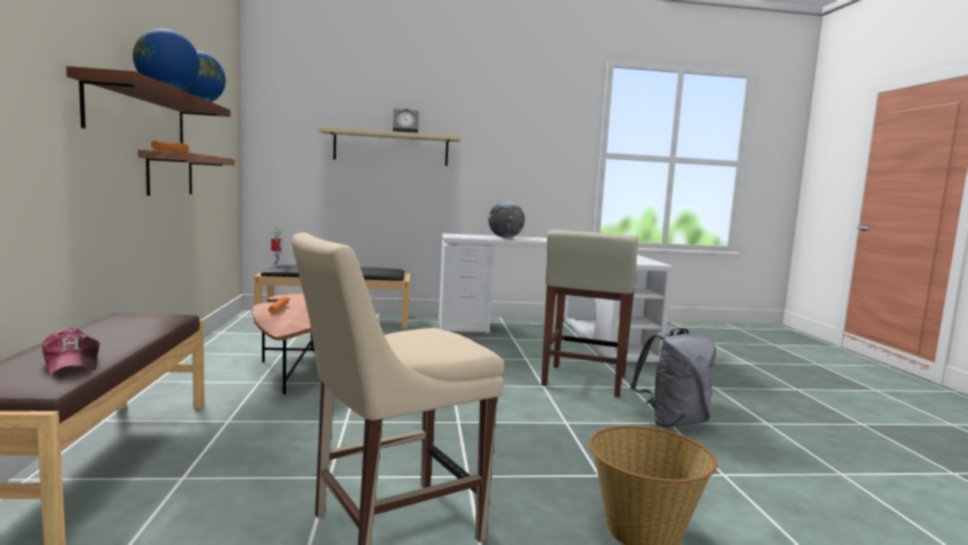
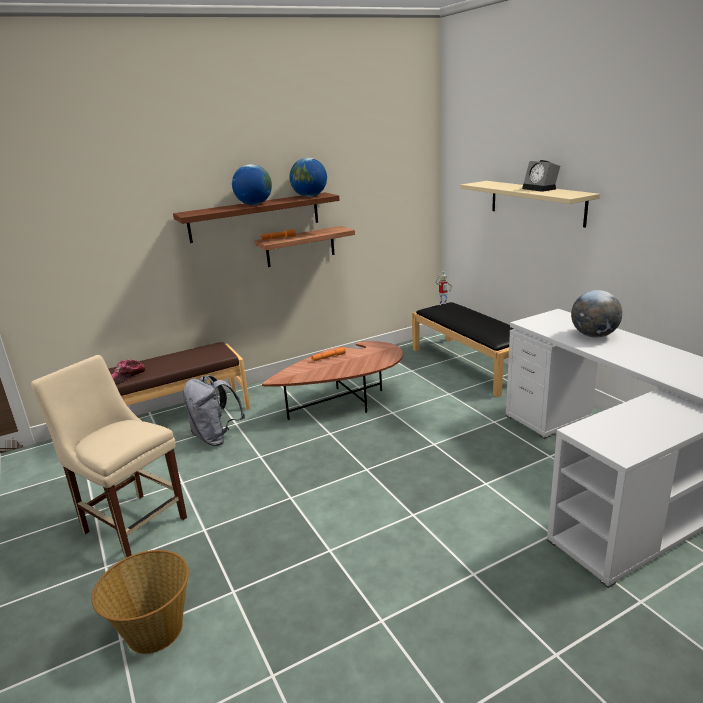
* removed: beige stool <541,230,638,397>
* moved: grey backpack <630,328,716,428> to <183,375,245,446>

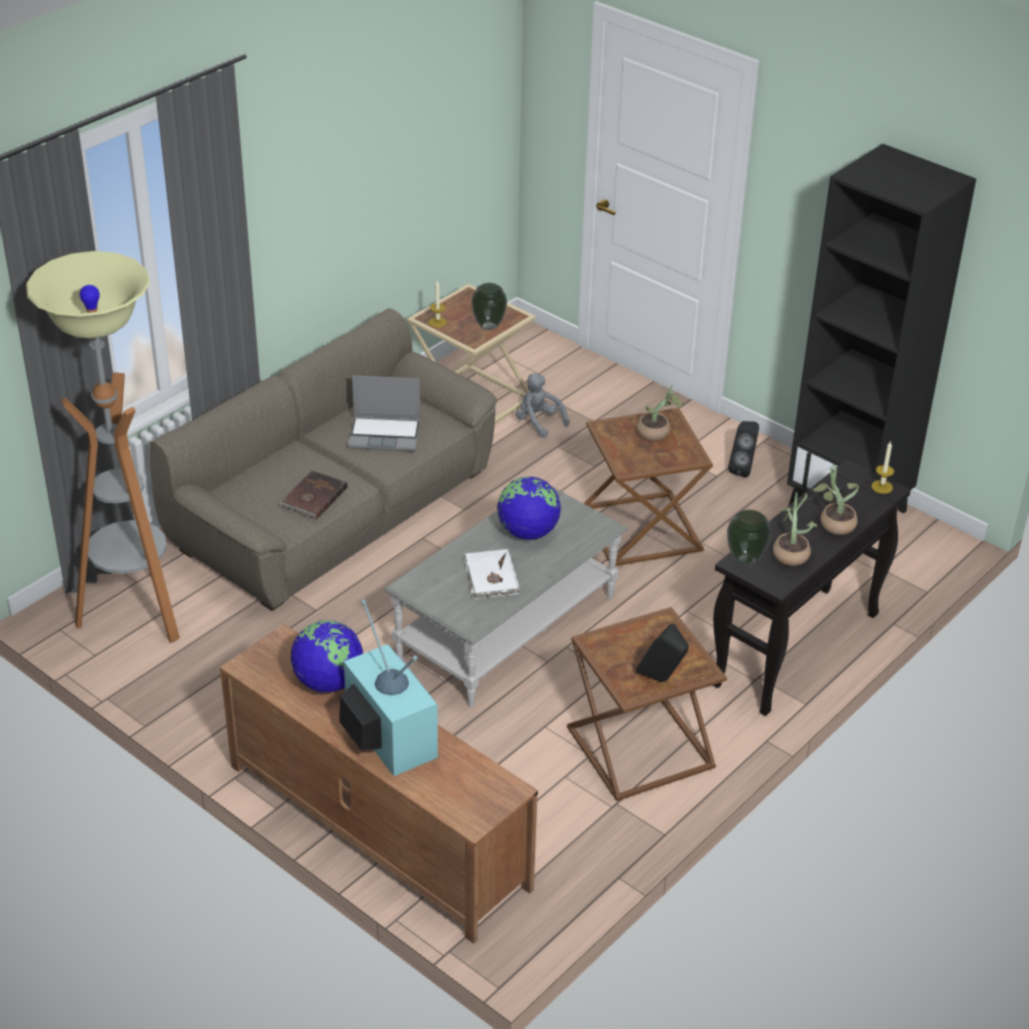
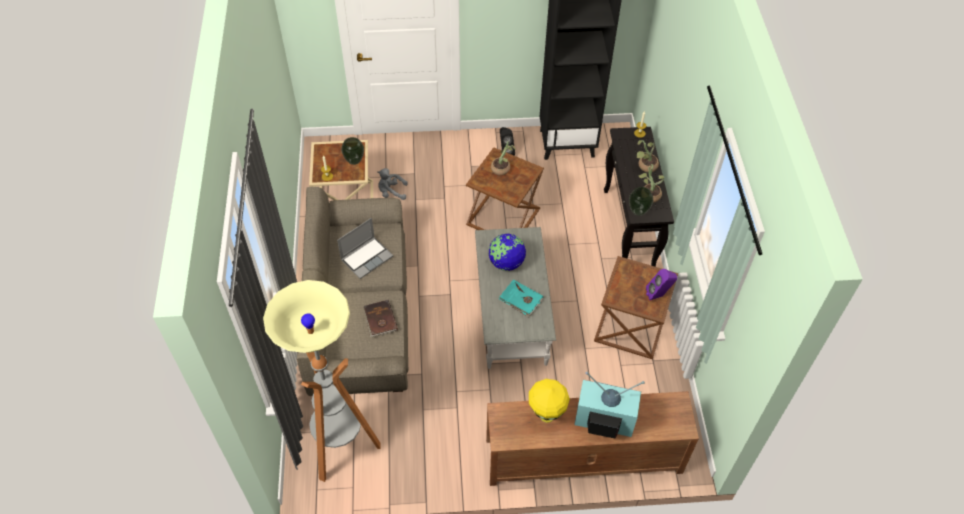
* recoloured: white book <464,549,520,599> to turquoise book <499,280,543,317>
* replaced: globe <291,620,363,692> to yellow table lamp <529,379,570,423>
* recoloured: black speaker <636,624,689,682> to purple speaker <646,269,677,300>

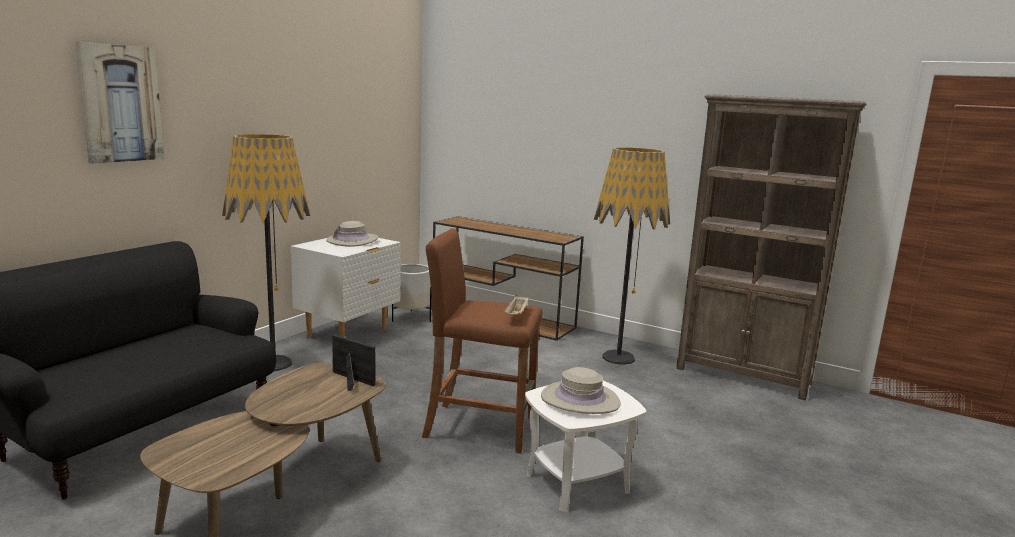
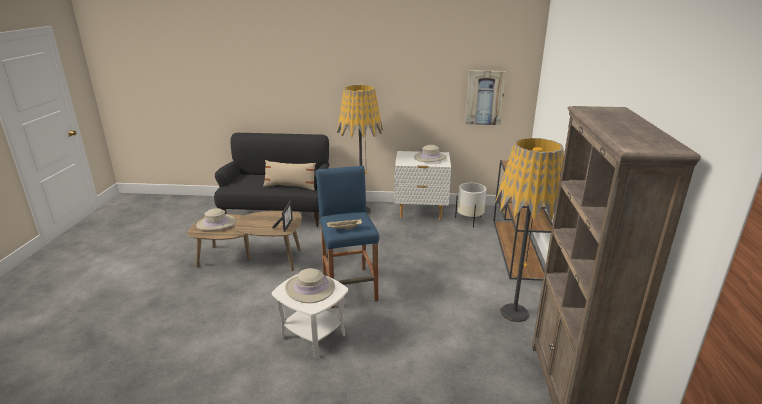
* moved: picture <75,42,165,164> to <465,70,506,125>
* recoloured: brown stool <422,228,543,453> to blue stool <315,166,379,308>
* added: beige pillow <263,160,316,190>
* added: beige hat <196,208,236,231>

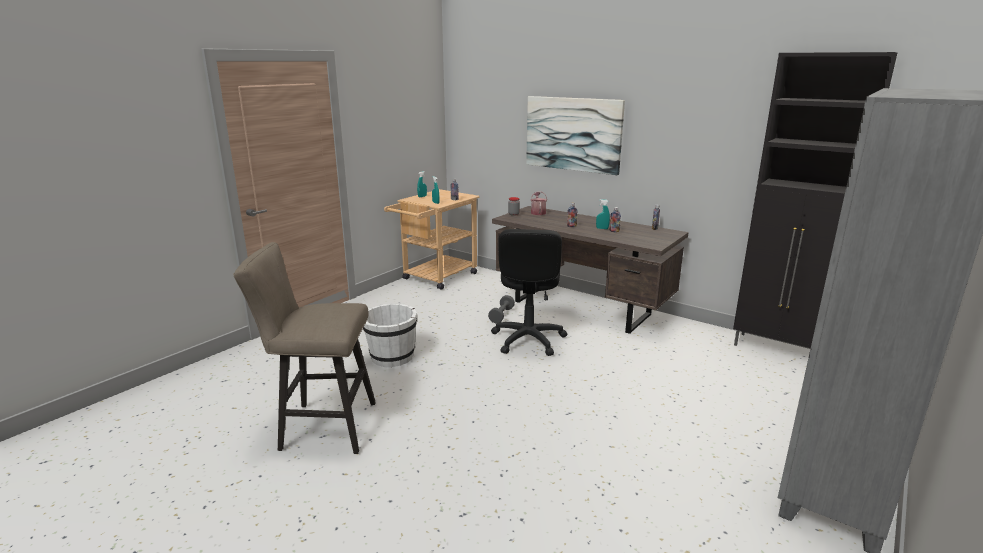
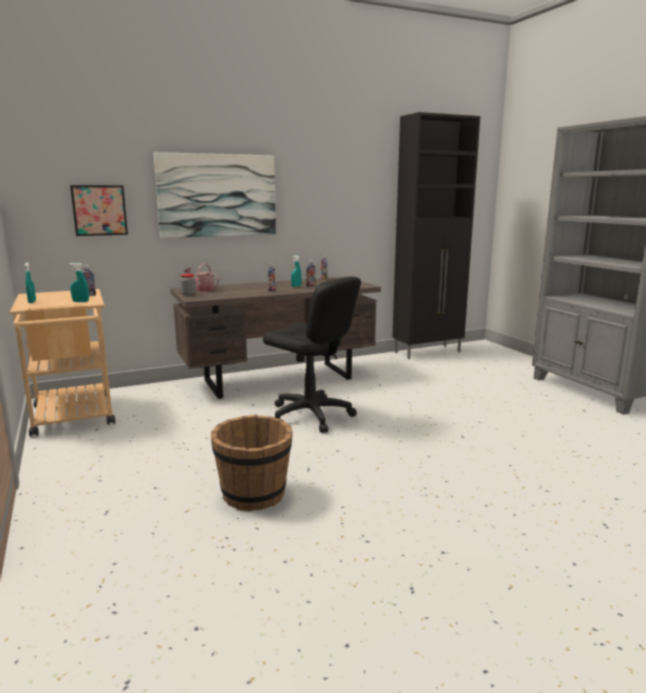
* removed: beige stool <233,242,376,454>
* removed: grey dumbbell <488,295,515,323>
* recoloured: white bucket <363,303,417,368> to brown bucket <211,415,293,511>
* added: picture <70,185,128,236>

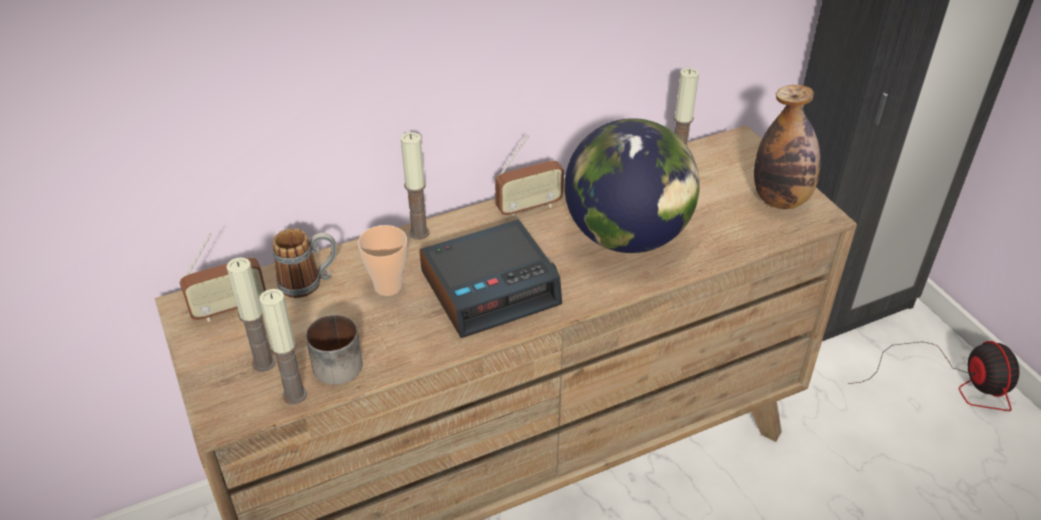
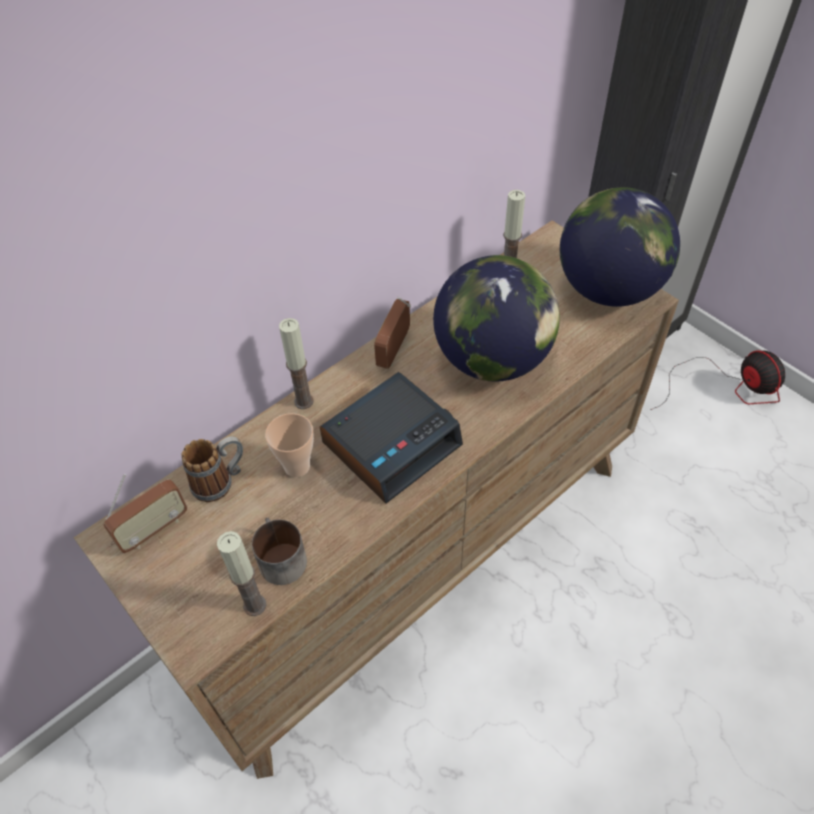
* replaced: bottle <754,85,821,209> to globe <560,187,680,307>
* turned: radio <495,135,564,218> = <374,297,411,369> 150 degrees clockwise
* removed: candle <226,257,276,372>

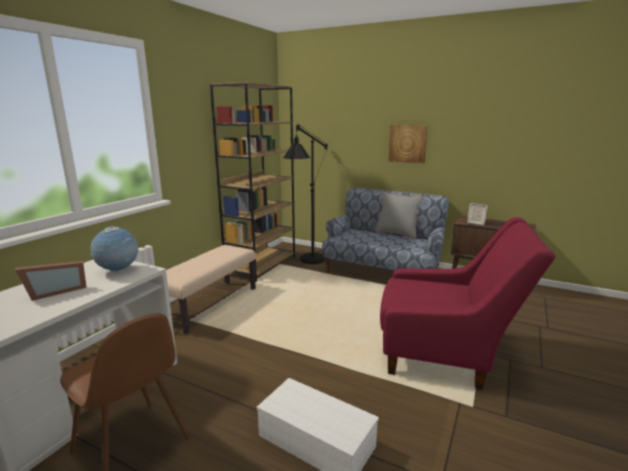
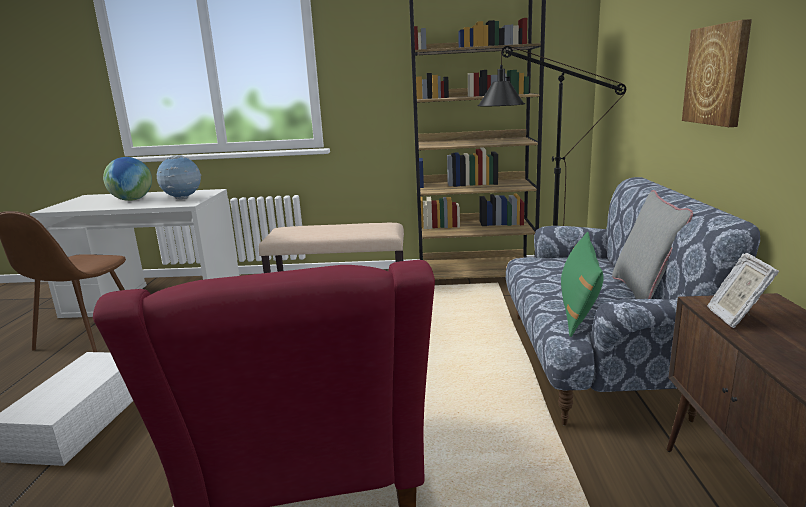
* replaced: picture frame <15,261,87,301> to globe <103,157,152,201>
* added: green pillow <561,232,604,337>

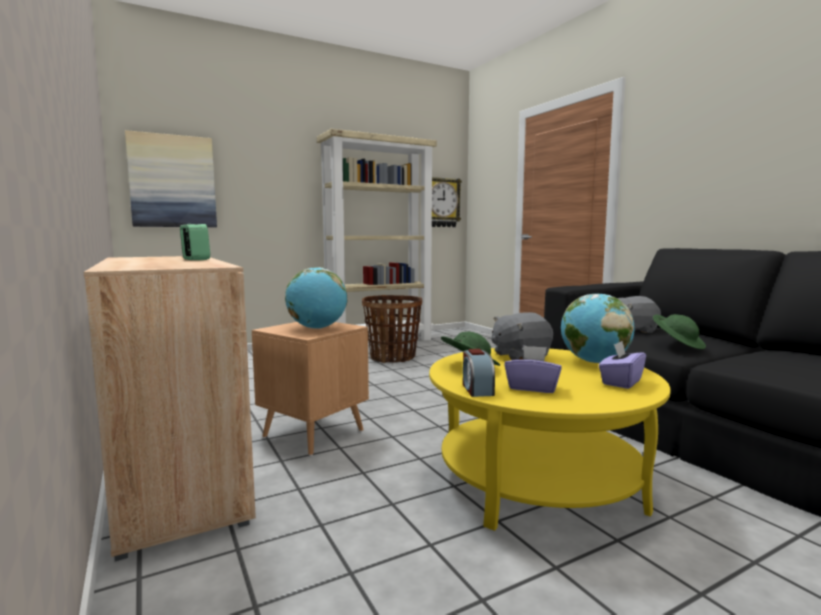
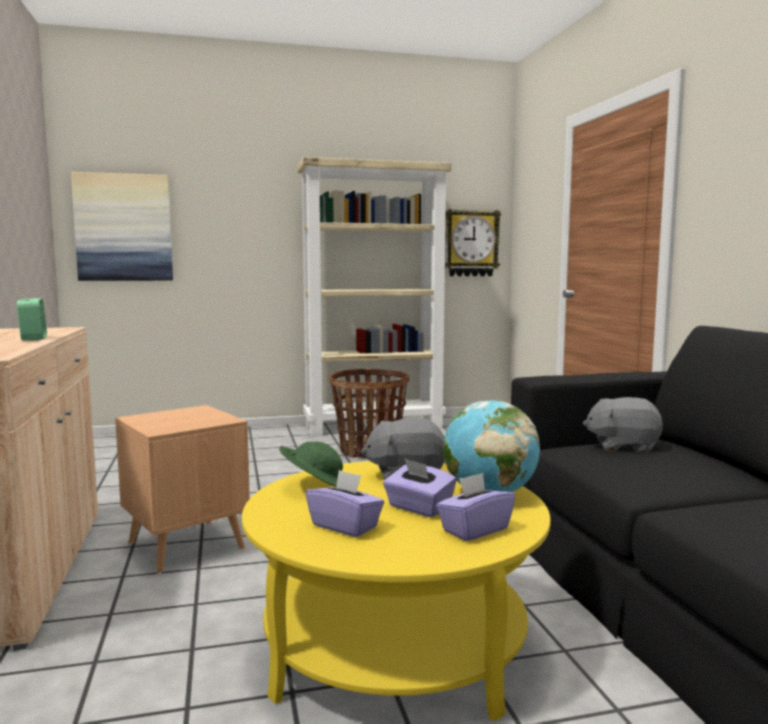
* removed: globe <285,267,347,329>
* removed: green hat <653,314,706,349>
* removed: alarm clock <463,349,495,397>
* added: purple tissue box <383,458,456,518>

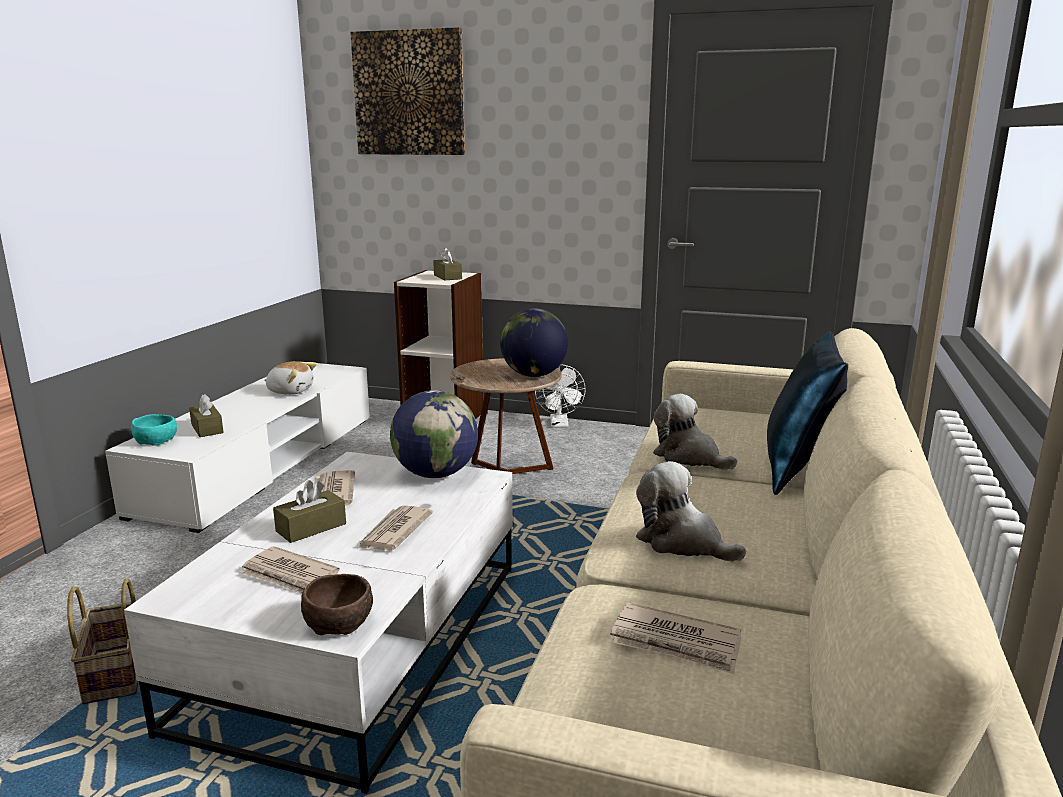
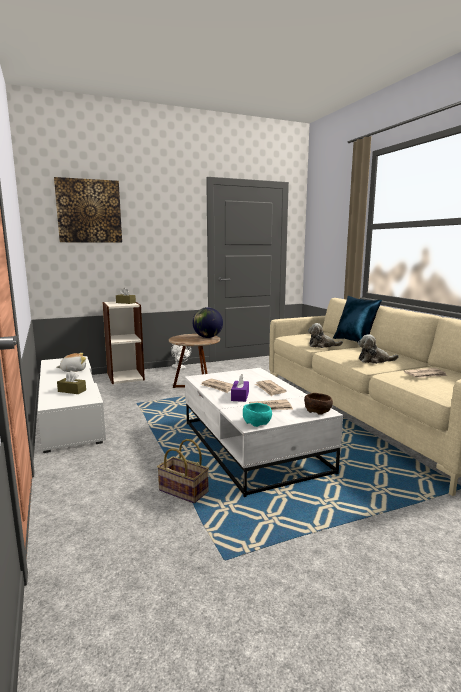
* removed: globe <390,390,478,478>
* moved: turquoise bowl <131,414,177,446> to <243,403,272,427>
* recoloured: brown tissue box <273,480,346,543> to purple tissue box <231,374,249,402>

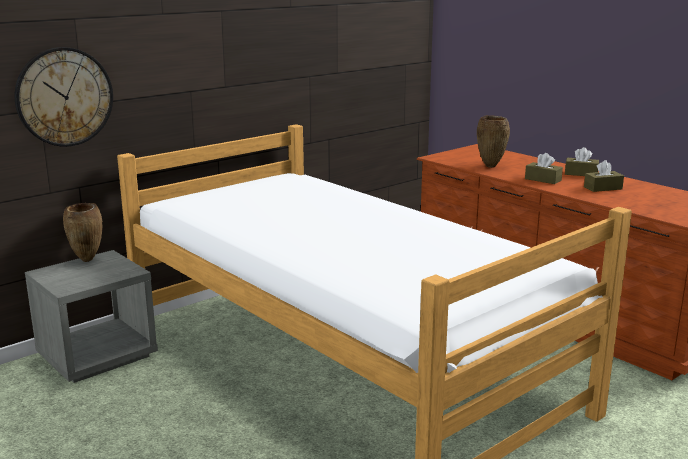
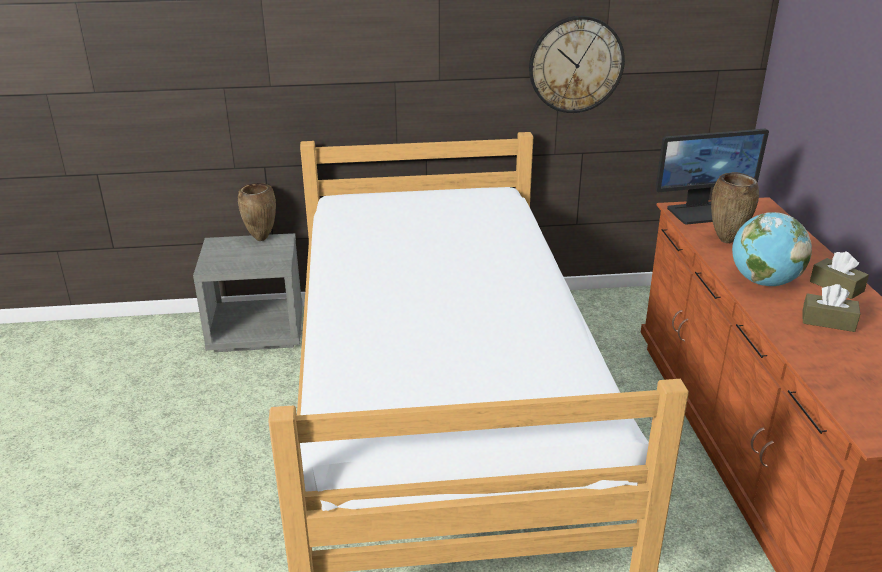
* moved: wall clock <15,47,113,147> to <529,16,625,113>
* replaced: brown tissue box <525,153,563,184> to globe <732,212,812,286>
* added: monitor <655,129,769,225>

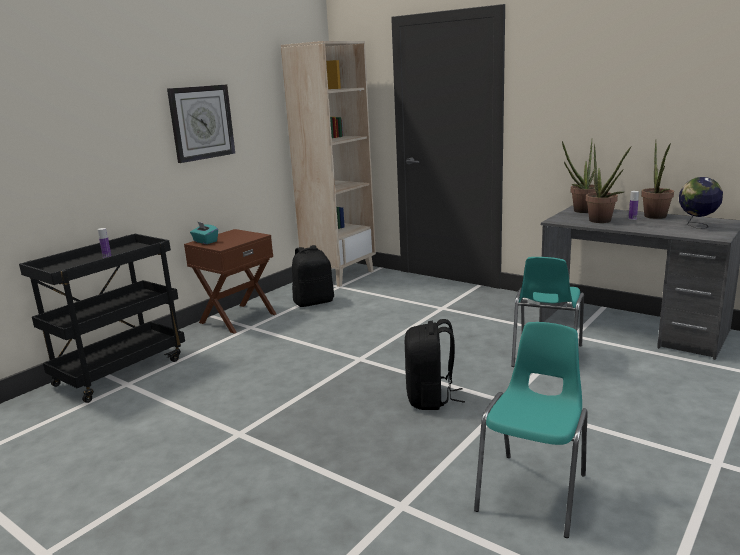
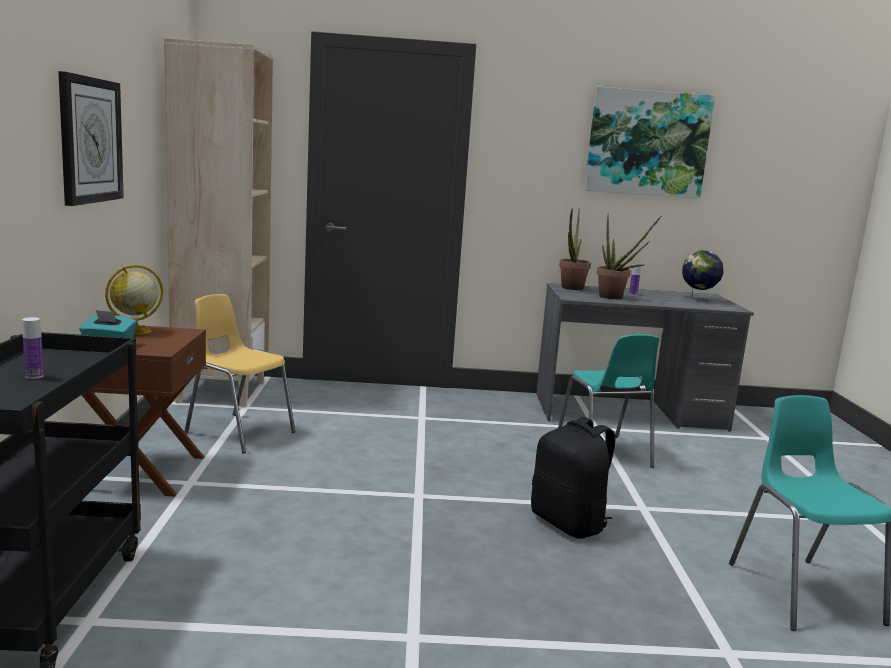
* removed: potted plant <641,140,674,219>
* replaced: black backpack <292,245,334,307> to yellow chair <184,294,295,454>
* added: picture <585,86,715,199>
* added: globe <105,265,163,335>

